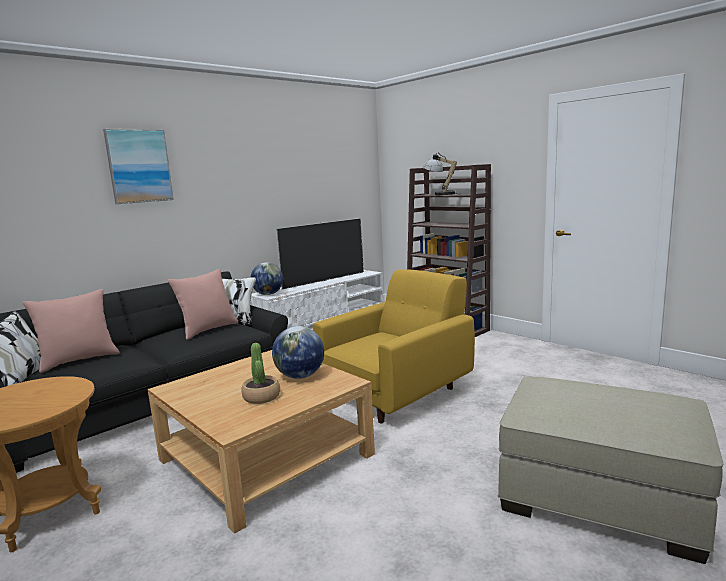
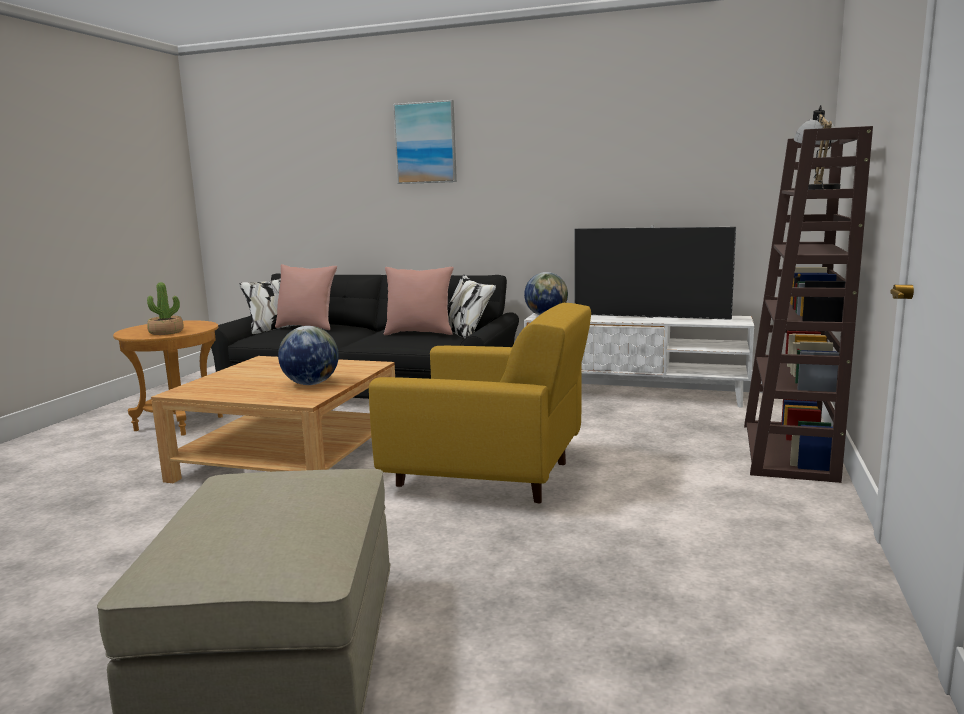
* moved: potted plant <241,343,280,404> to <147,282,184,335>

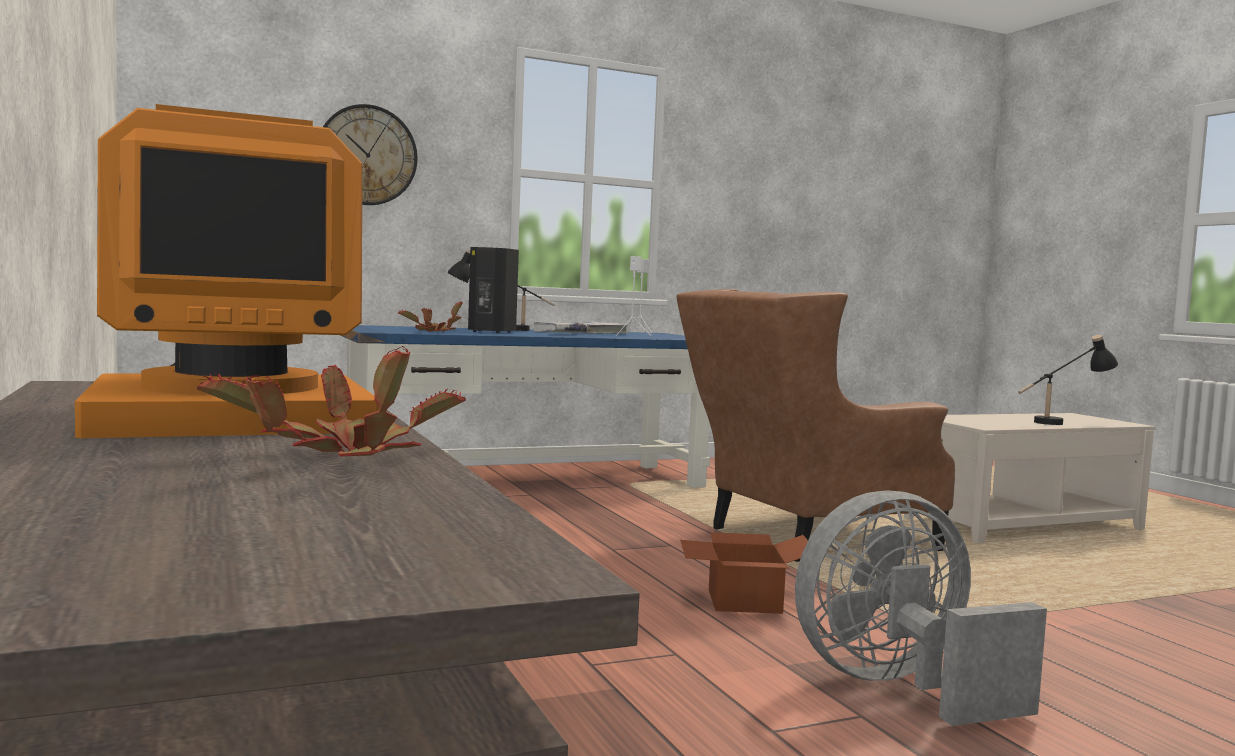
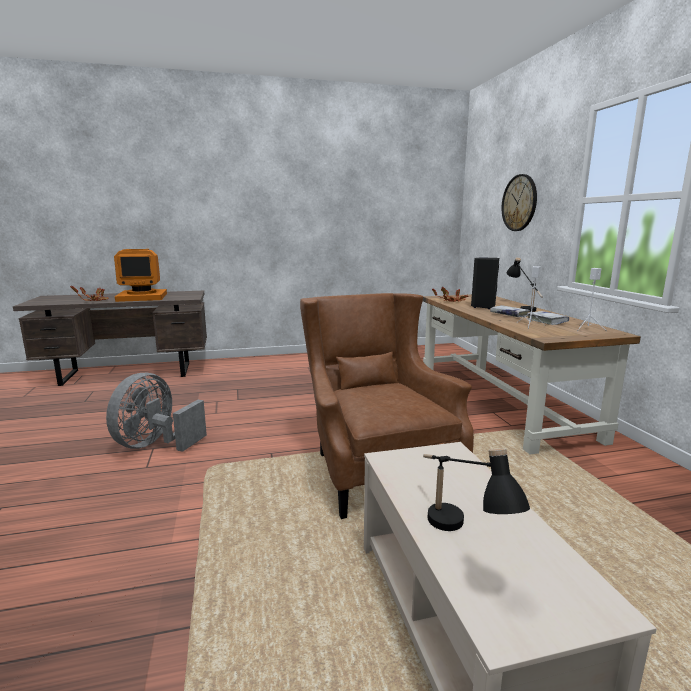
* turned: monitor <75,104,380,438> = <114,249,167,302> 90 degrees counterclockwise
* recoloured: blue desk <340,325,710,488> to brown desk <423,295,641,454>
* turned: grey fan <795,490,1047,726> = <106,373,207,452> 150 degrees counterclockwise
* removed: cardboard box <680,532,808,614>

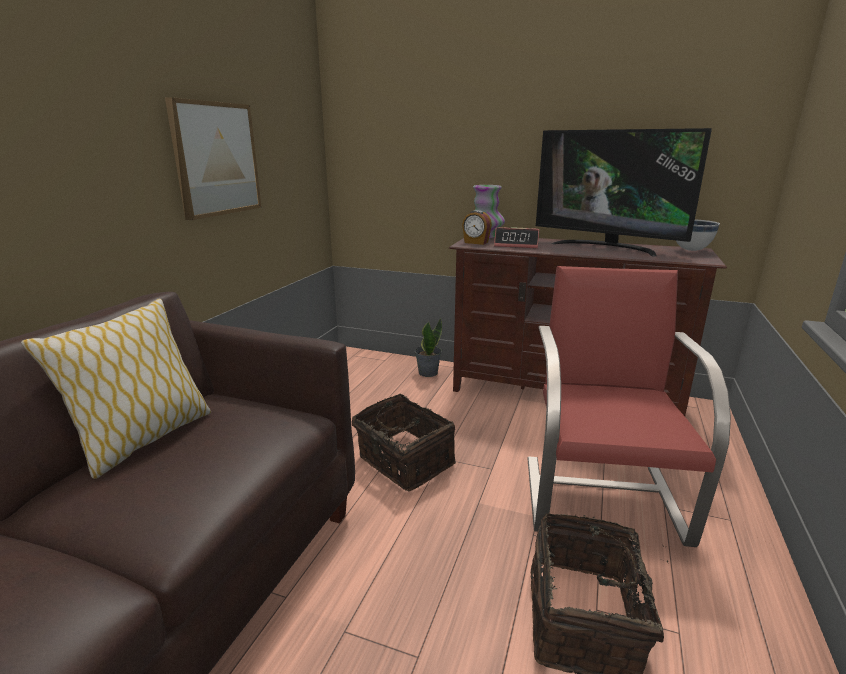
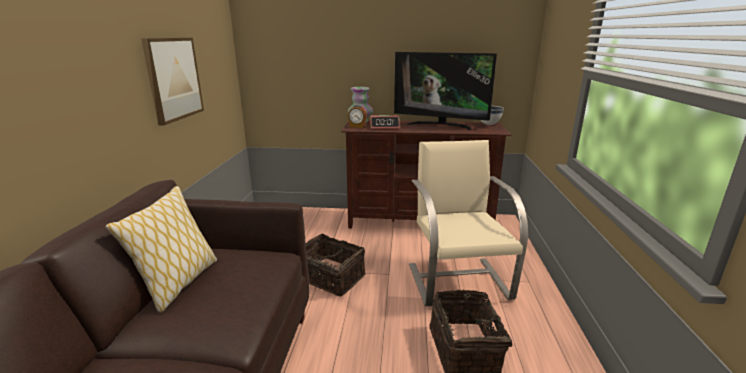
* recoloured: red armchair <527,266,731,547> to beige armchair <409,140,528,307>
* removed: potted plant <415,319,442,377>

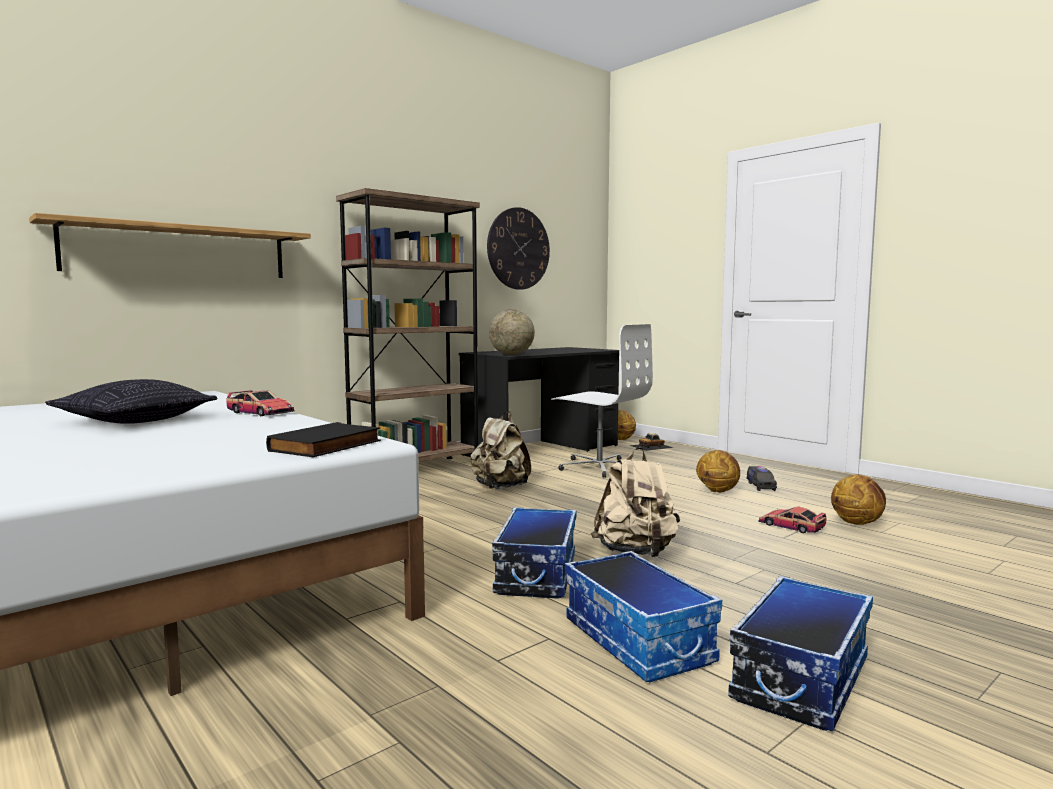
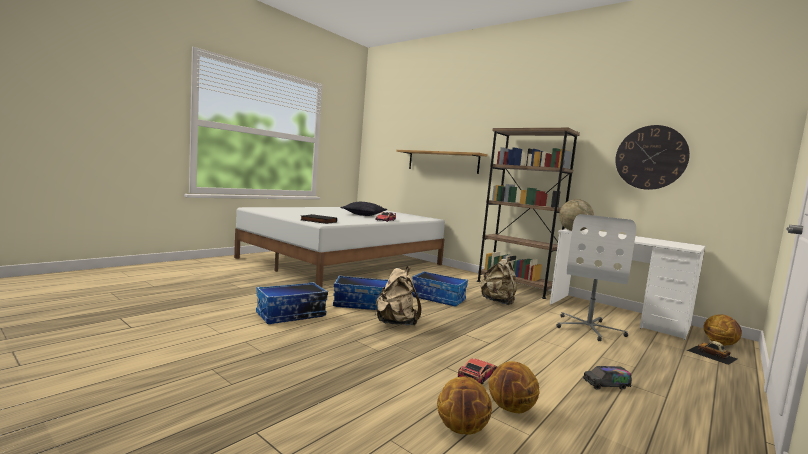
* recoloured: black desk <459,347,619,457> to white desk <550,229,705,340>
* moved: basketball <696,450,740,493> to <437,377,492,435>
* moved: storage box <728,576,873,731> to <412,271,468,306>

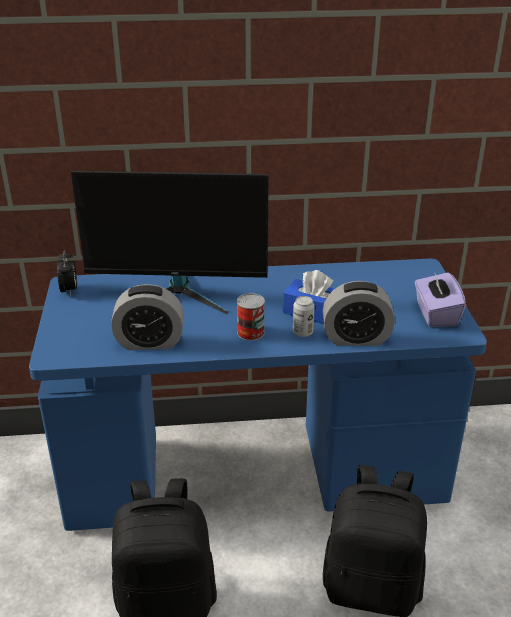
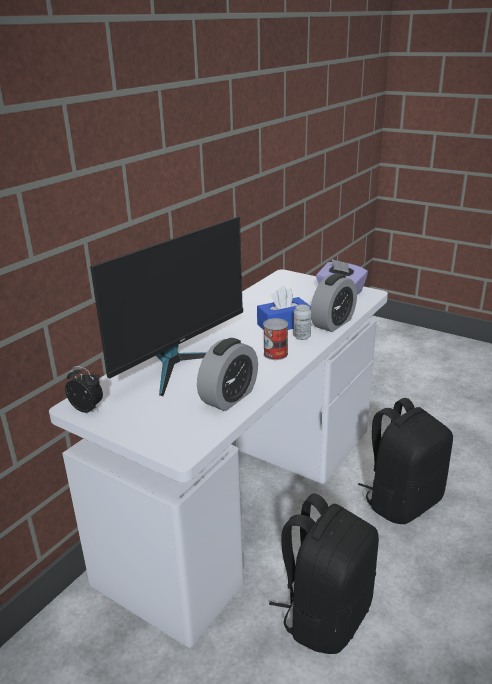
* recoloured: blue desk <29,259,487,531> to white desk <49,269,388,647>

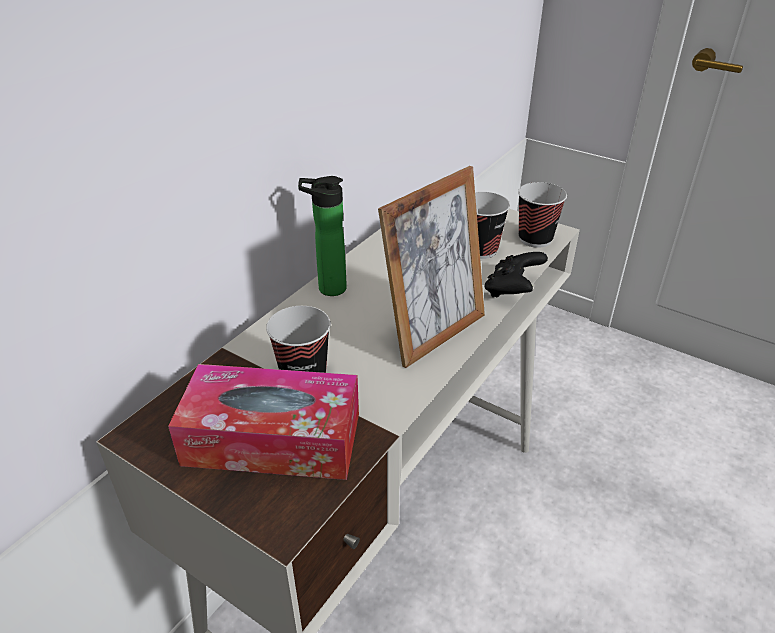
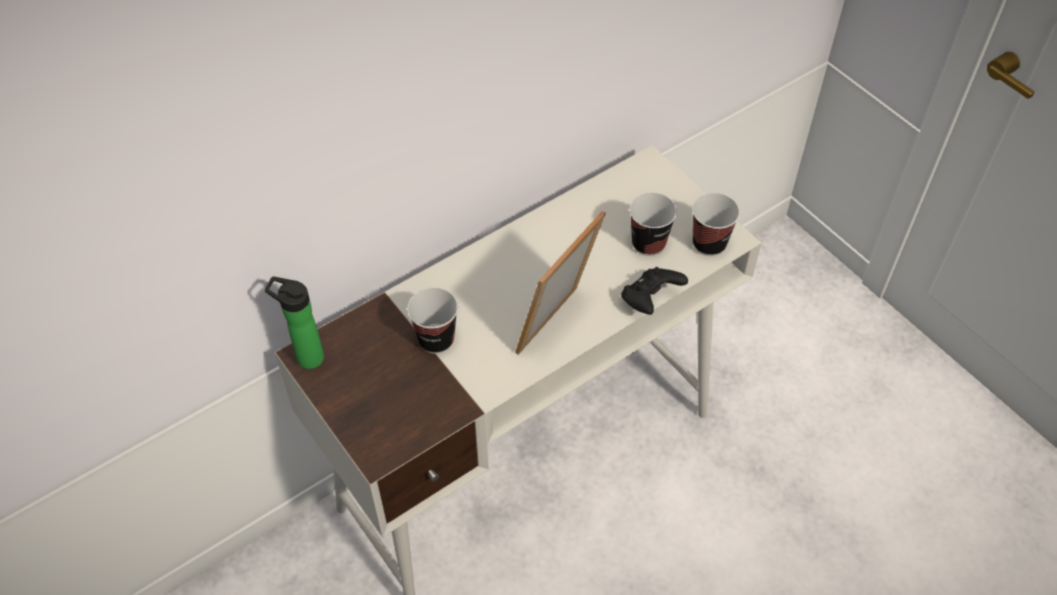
* turned: picture frame <378,166,485,368> = <515,211,606,355> 150 degrees clockwise
* moved: bottle <298,176,347,296> to <265,276,324,369>
* removed: tissue box <168,364,359,480>

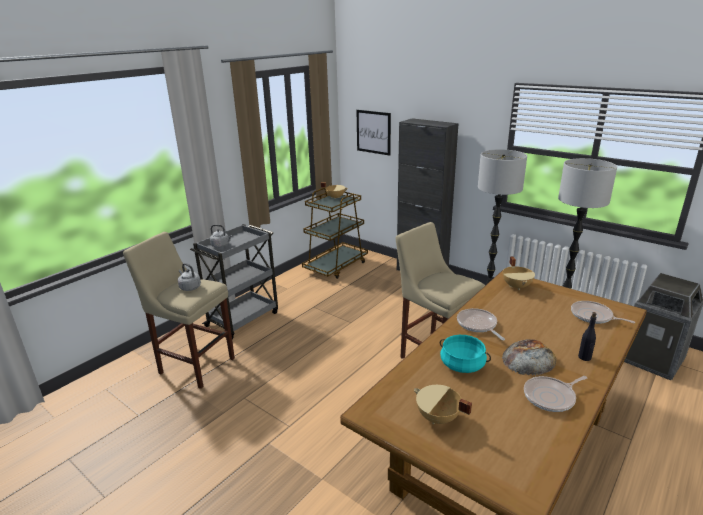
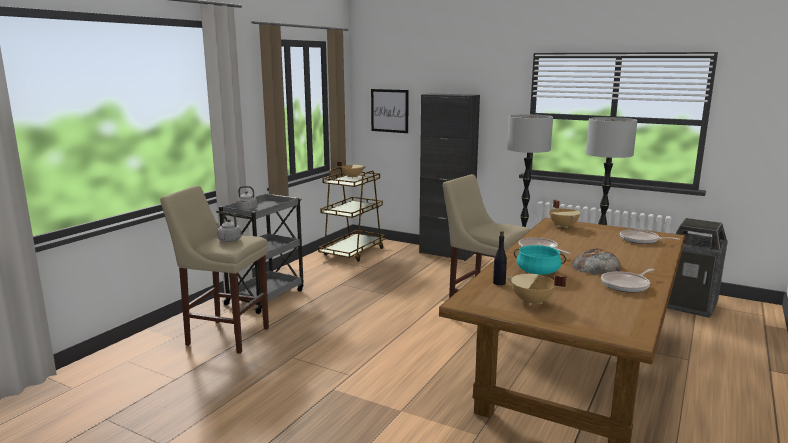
* moved: black bottle <578,312,597,361> to <493,231,507,285>

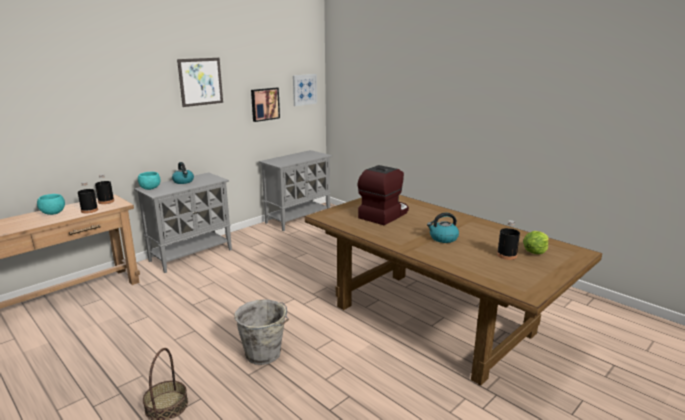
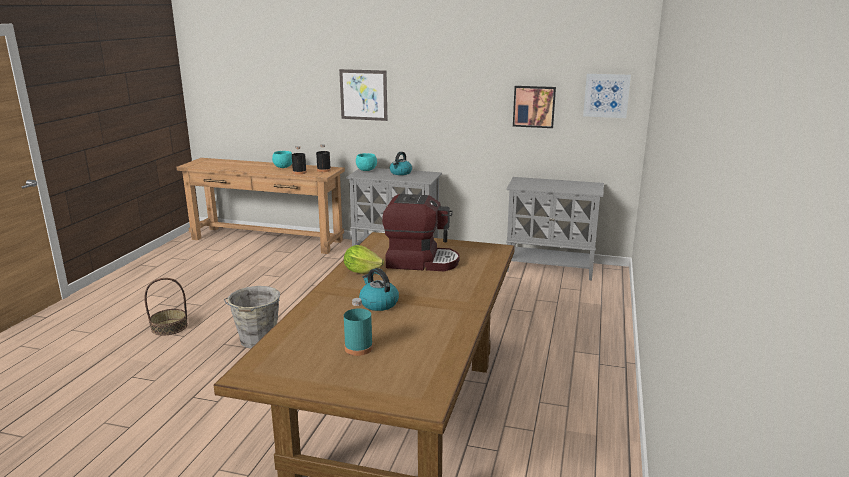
* moved: picture <177,58,223,107> to <339,69,387,121>
* recoloured: black bottle <497,220,520,260> to turquoise bottle <344,298,373,356>
* moved: lettuce <523,231,549,254> to <344,245,384,274>

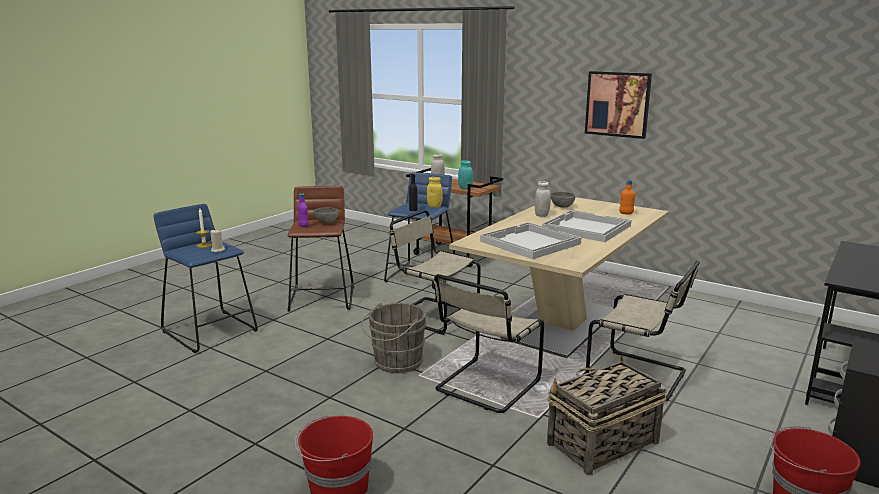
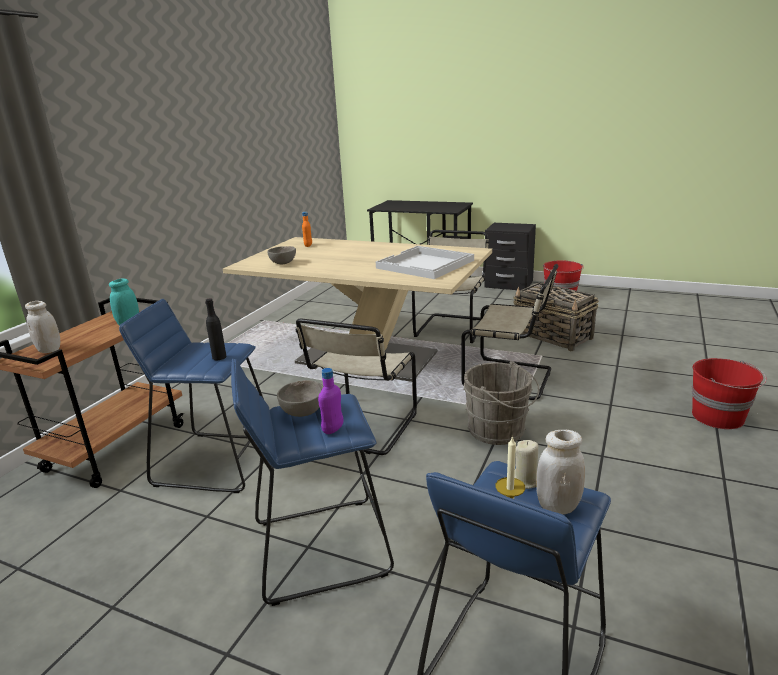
* removed: picture <585,71,652,139>
* removed: yellow jar <427,177,443,208>
* moved: white jar <535,181,551,217> to <537,430,585,514>
* recoloured: brown stool <287,186,354,312> to blue stool <231,359,394,606>
* removed: white tray <542,210,631,242>

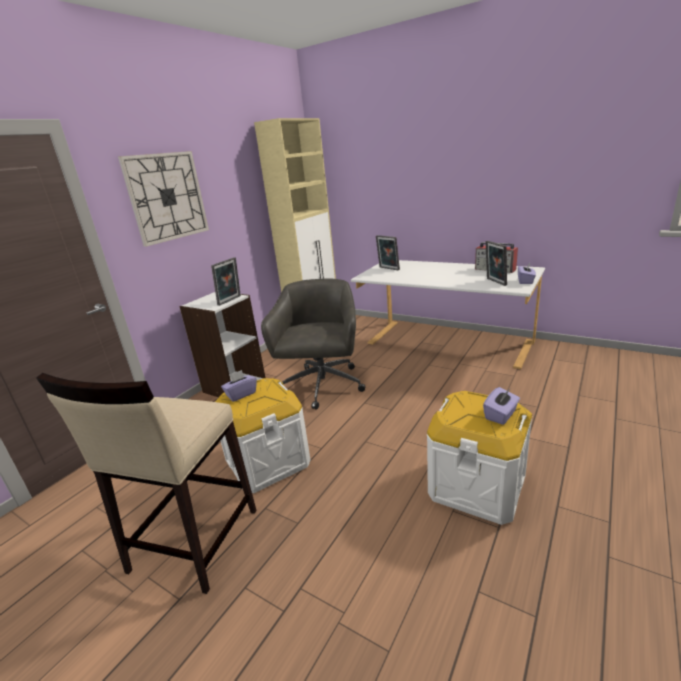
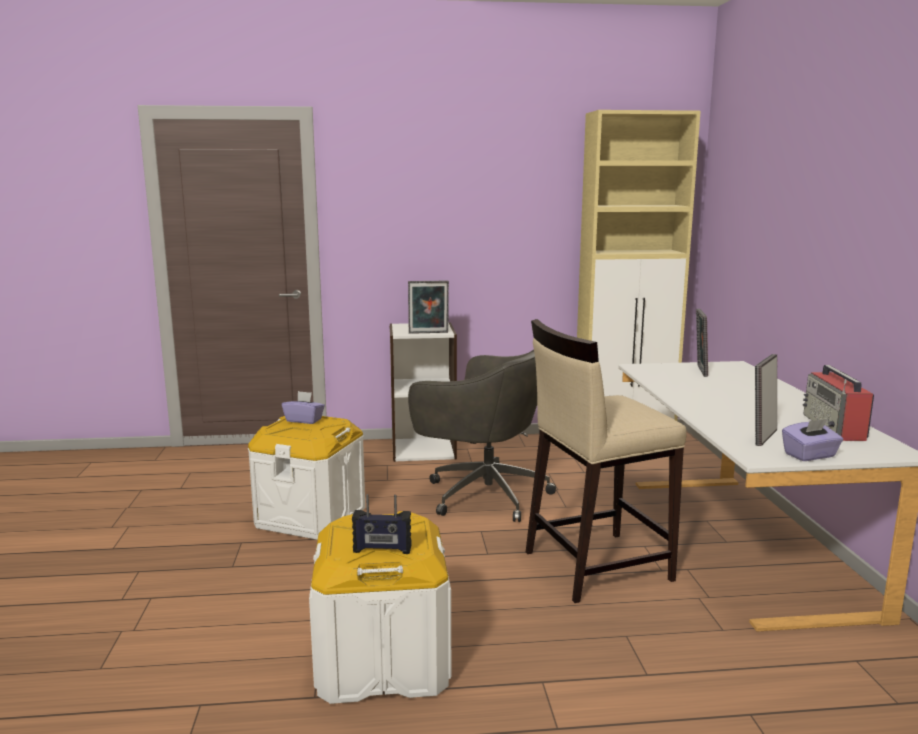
* removed: wall clock <118,151,209,247>
* turned: grey office chair <261,279,365,409> = <408,350,556,522> 60 degrees clockwise
* moved: beige stool <36,373,257,594> to <526,319,687,603>
* replaced: purple tissue box <483,387,520,425> to radio <352,494,412,554>

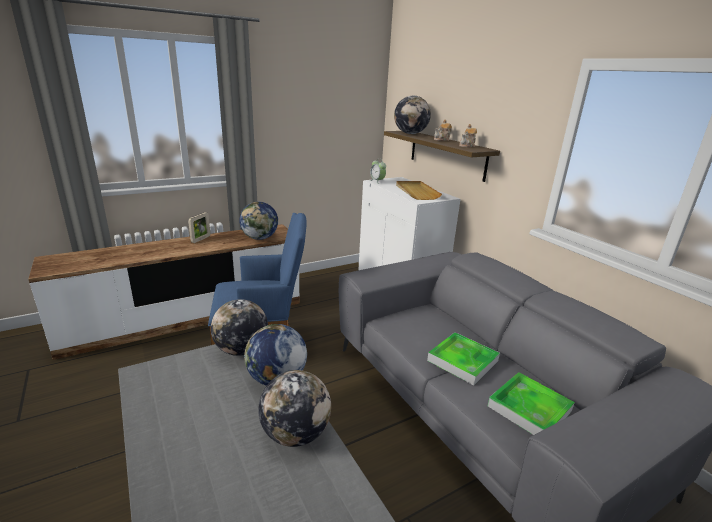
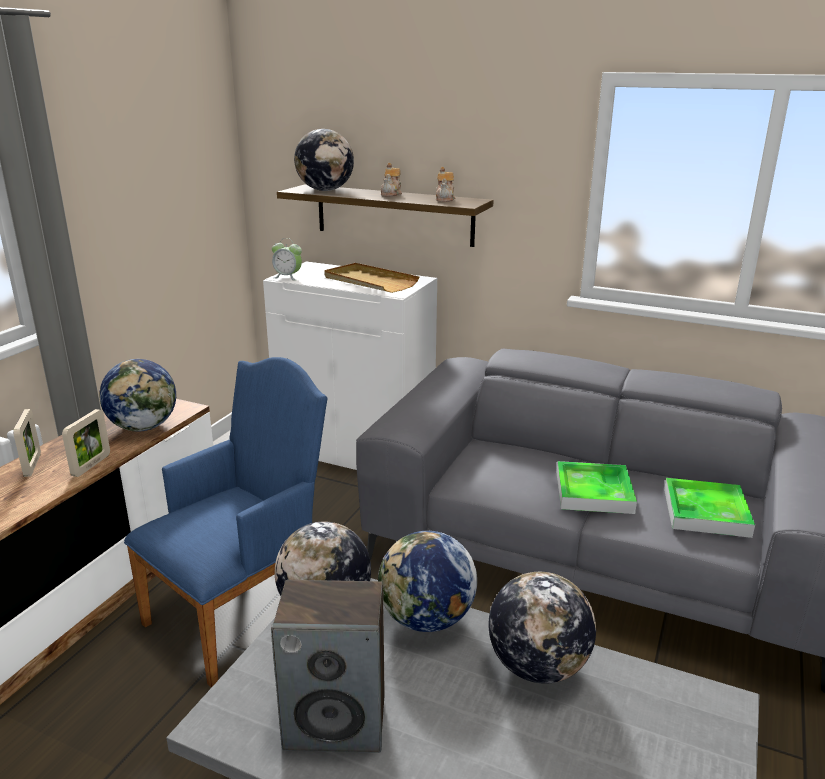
* added: picture frame <62,409,110,477>
* added: speaker <271,580,385,753>

